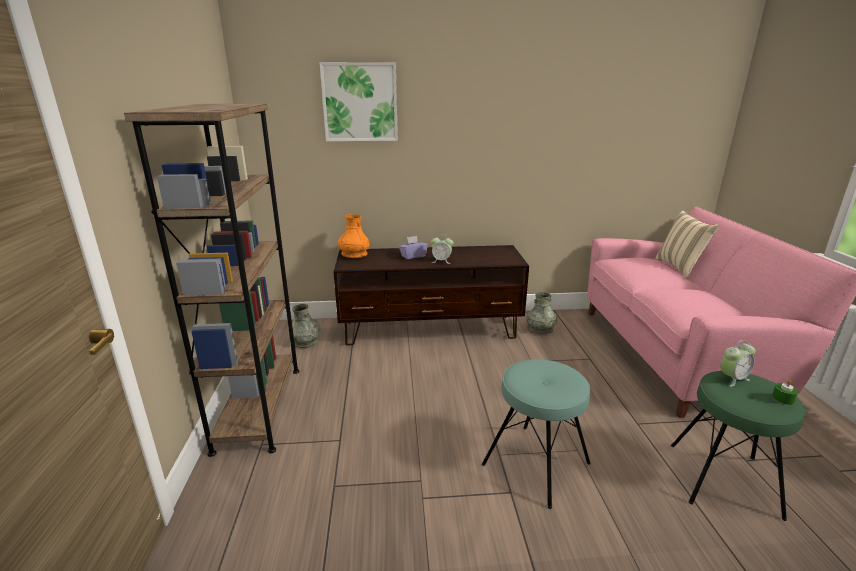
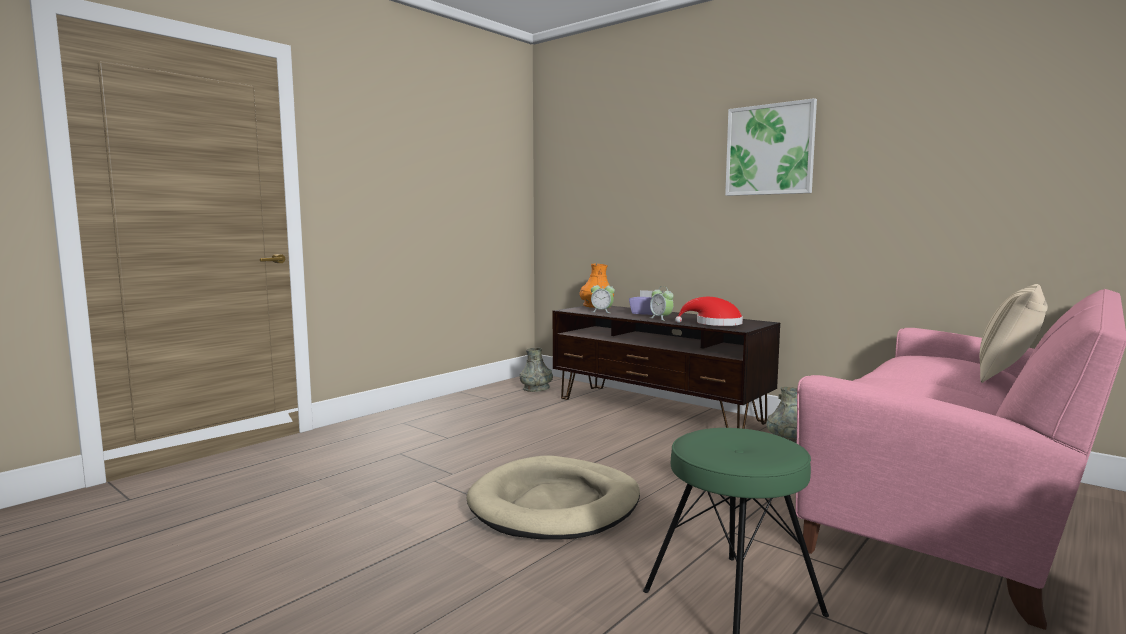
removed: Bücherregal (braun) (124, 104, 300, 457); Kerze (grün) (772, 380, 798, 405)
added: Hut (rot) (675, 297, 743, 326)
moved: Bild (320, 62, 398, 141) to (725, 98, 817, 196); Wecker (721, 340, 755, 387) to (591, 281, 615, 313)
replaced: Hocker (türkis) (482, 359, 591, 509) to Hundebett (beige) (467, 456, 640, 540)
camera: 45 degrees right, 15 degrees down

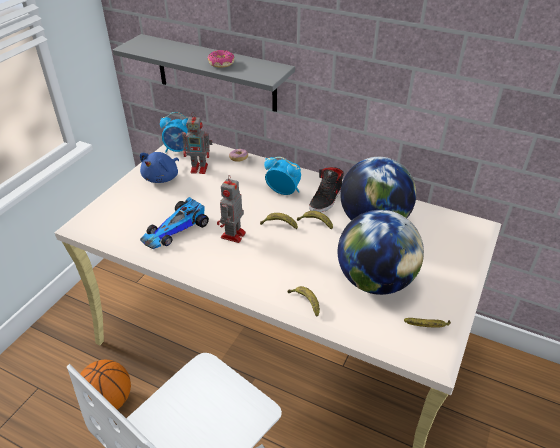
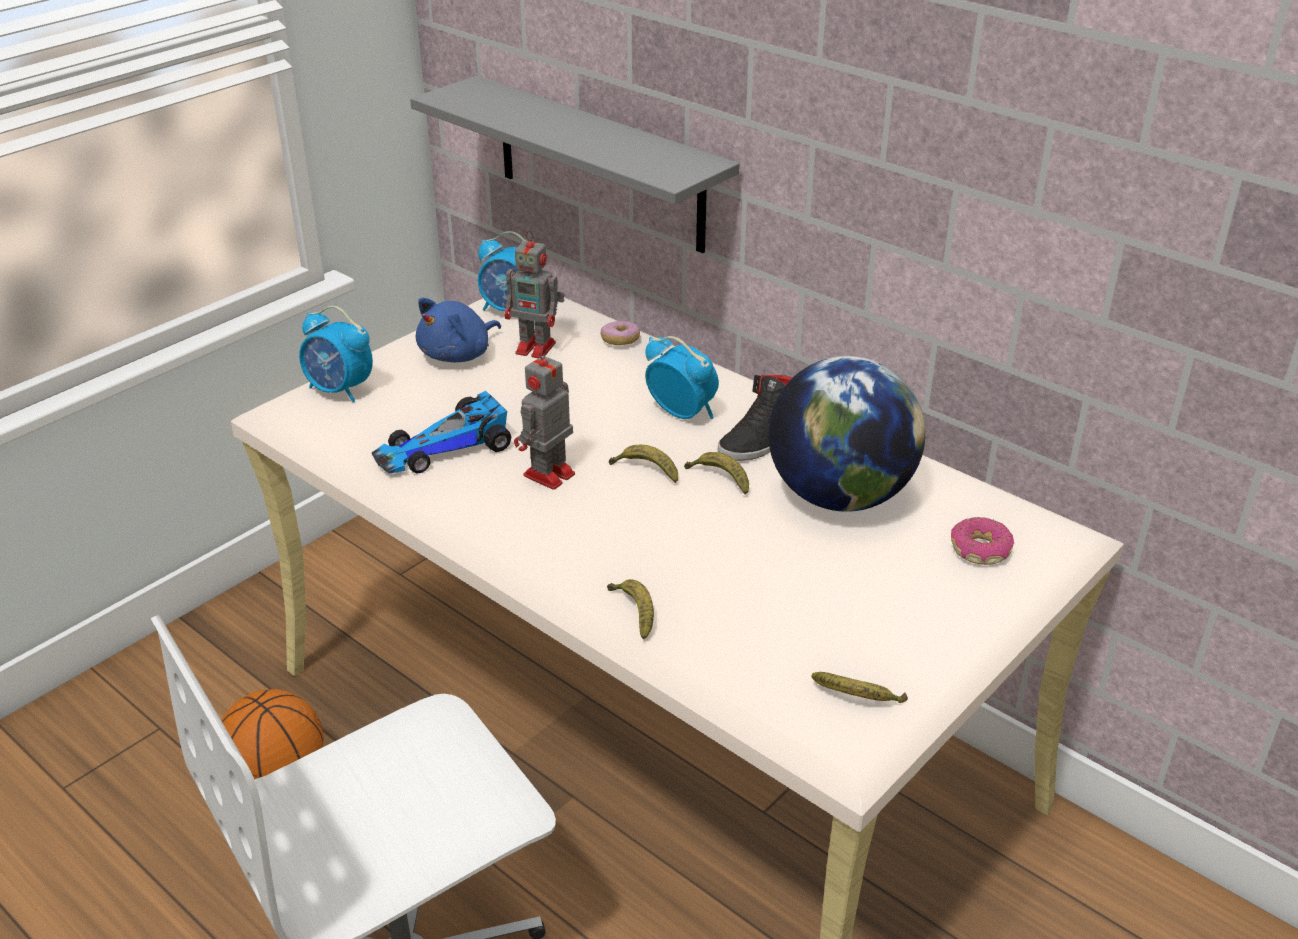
removed: Globus (338, 210, 424, 295)
added: Wecker (299, 306, 373, 402)
moved: Donut (208, 50, 234, 68) to (951, 517, 1014, 565)
camera: 15 degrees right, 5 degrees down

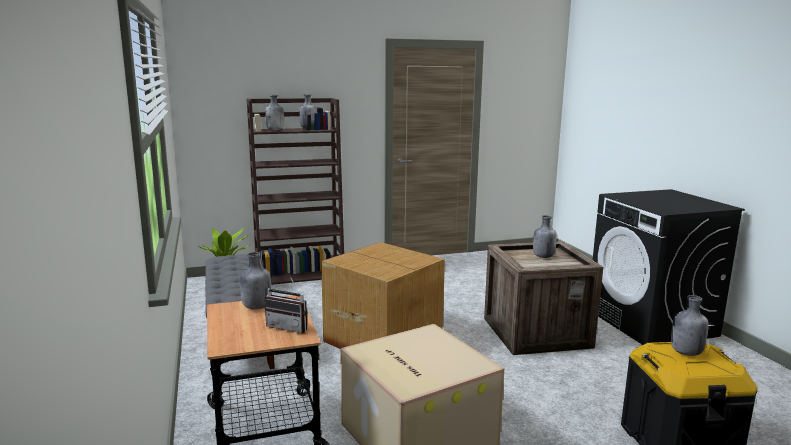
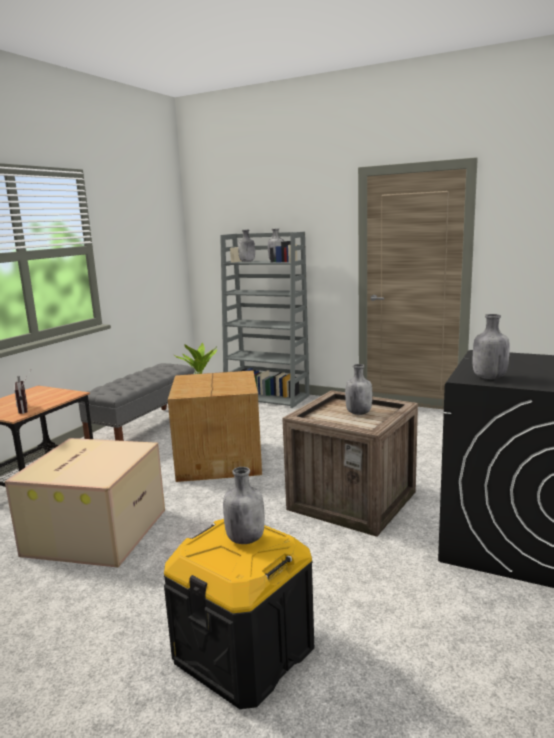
moved: Flasche (grau) (240, 252, 271, 310) to (473, 314, 510, 379)
recoloured: Bücherregal (braun) (247, 98, 344, 285) to Bücherregal (grau) (220, 232, 310, 408)
camera: 45 degrees right, 0 degrees up

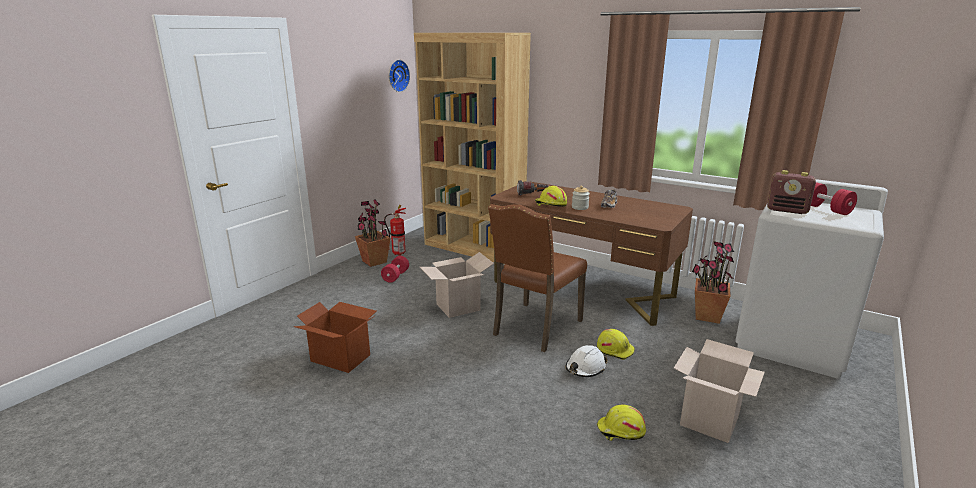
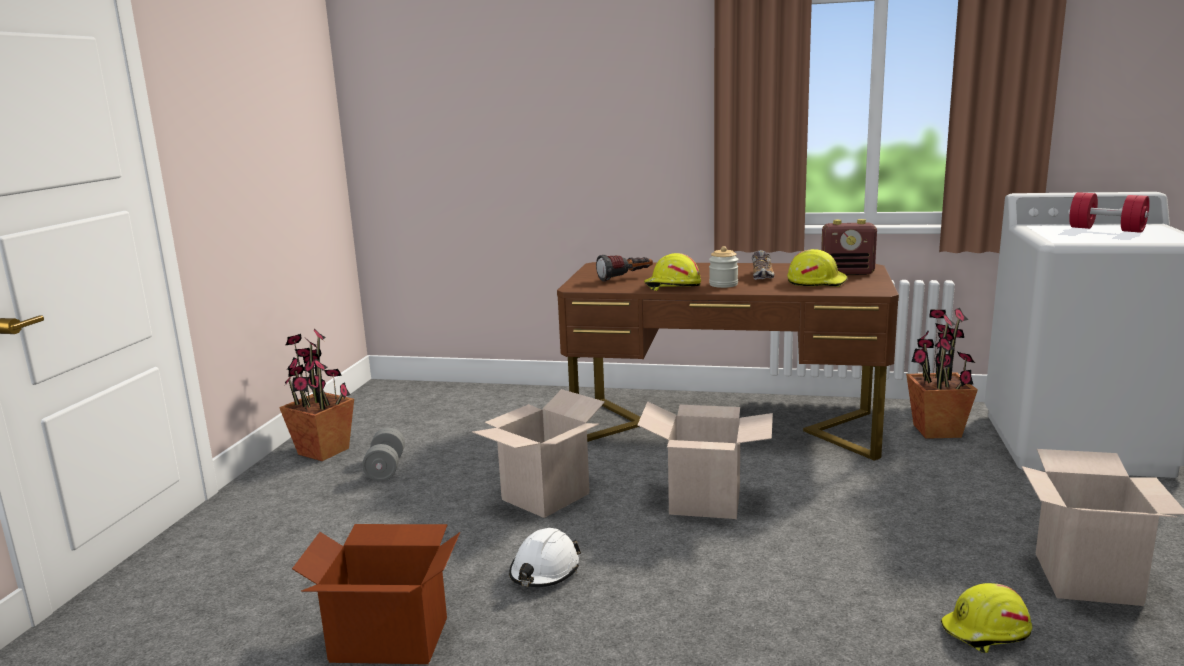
removed: Feuerlöscher (384, 205, 406, 256); Wanduhr (389, 60, 410, 92); Bücherregal (braun) (414, 33, 531, 262)
moved: Schutzhelm (weiß) (566, 345, 607, 377) to (509, 528, 581, 587); Schutzhelm (gelb) (597, 329, 635, 360) to (787, 249, 848, 287); Radio (767, 170, 816, 214) to (821, 219, 877, 275)
replaced: Stuhl (braun) (488, 204, 587, 352) to Karton (637, 401, 773, 519)
recoloured: Hantel (rot) (381, 256, 409, 283) to Hantel (grau) (362, 428, 405, 481)
camera: 20 degrees left, 5 degrees down

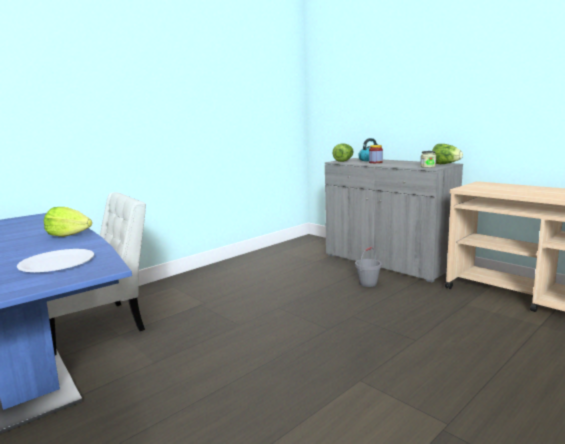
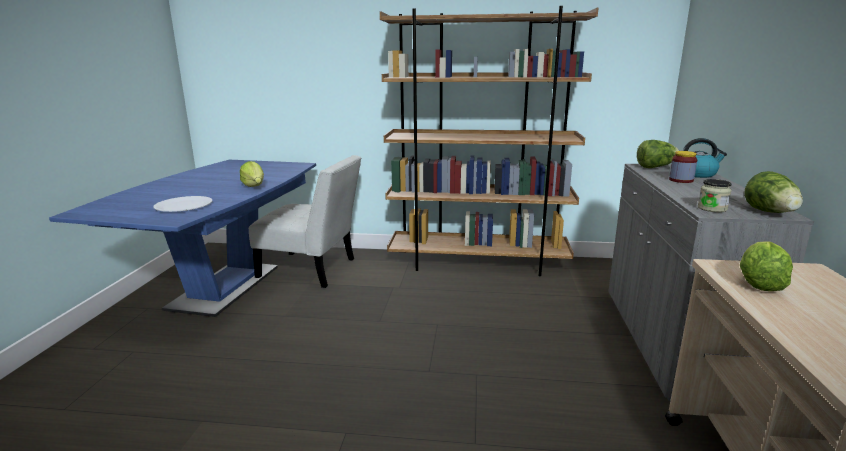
removed: Eimer (grau) (355, 247, 382, 287)
added: Bücherregal (braun) (380, 6, 598, 276); Salatkopf (740, 241, 793, 291)
camera: 50 degrees right, 5 degrees up

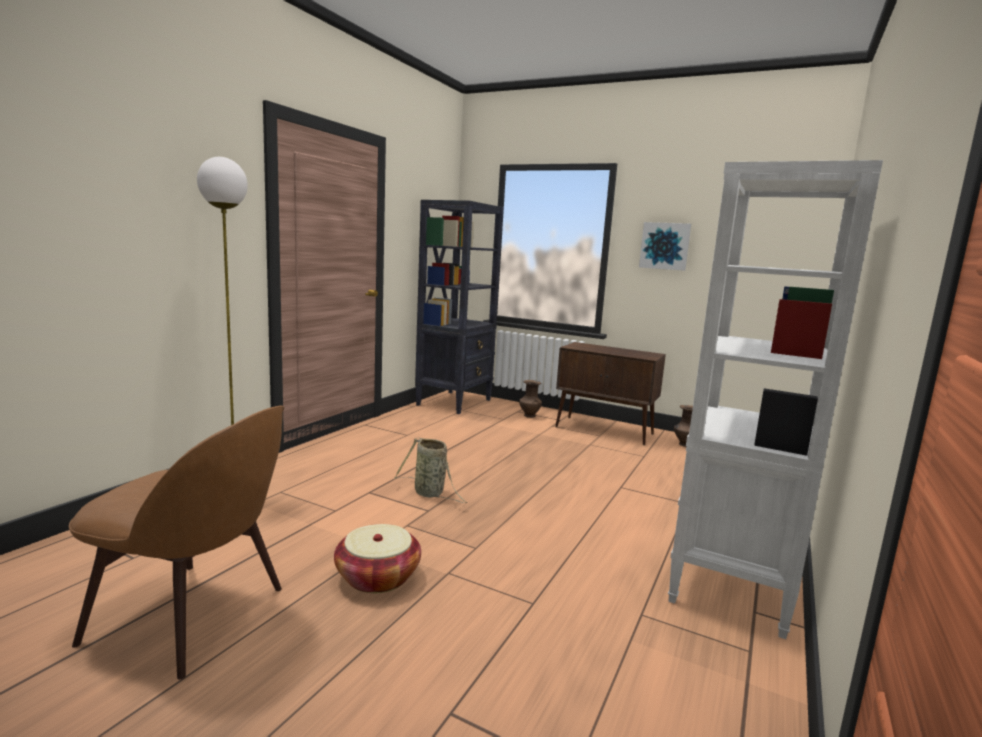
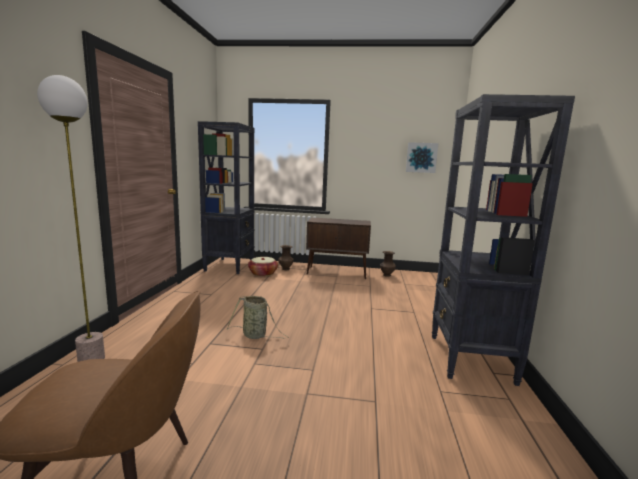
moved: Korb (334, 524, 421, 593) to (248, 257, 278, 276); Bild (639, 222, 691, 271) to (406, 142, 438, 173)
recoloured: Bücherregal (weiß) (668, 160, 883, 639) to Bücherregal (schwarz) (432, 94, 575, 386)
camera: 20 degrees left, 0 degrees up

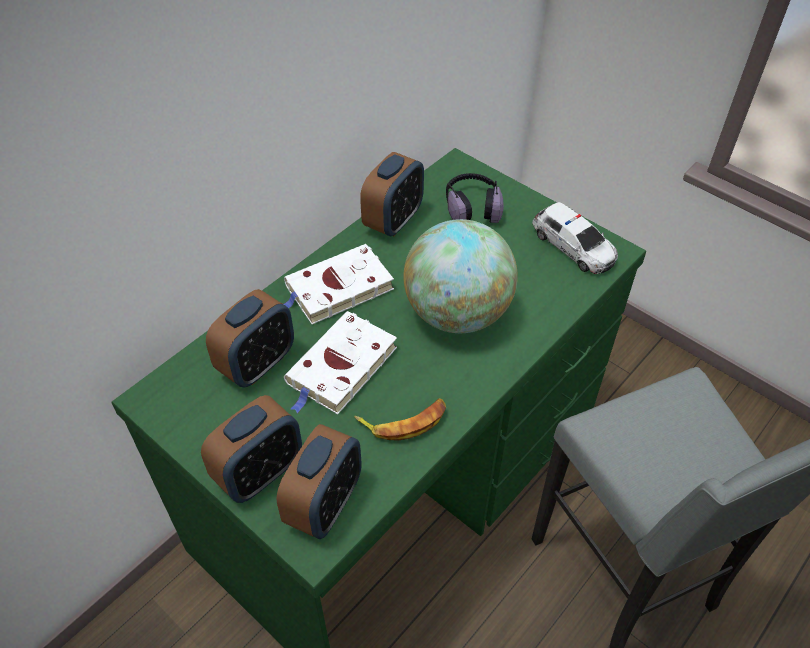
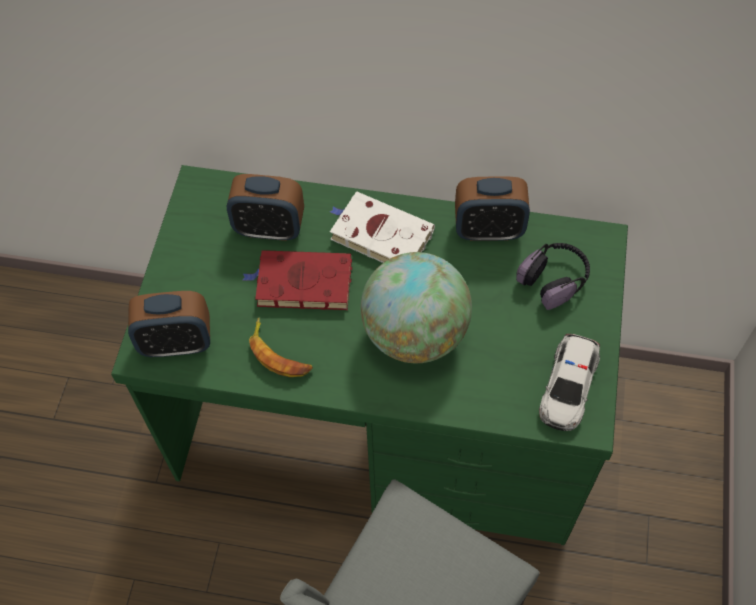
removed: Wecker (201, 395, 302, 503)
recoloured: Buch (weiß) (284, 311, 397, 415) to Buch (rot) (242, 250, 352, 310)
camera: 60 degrees right, 10 degrees up

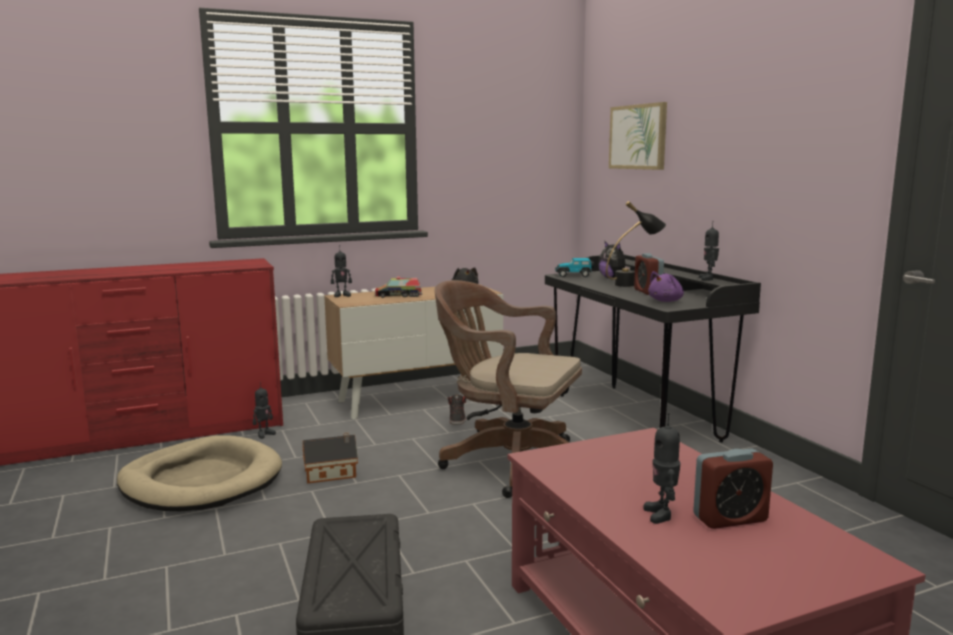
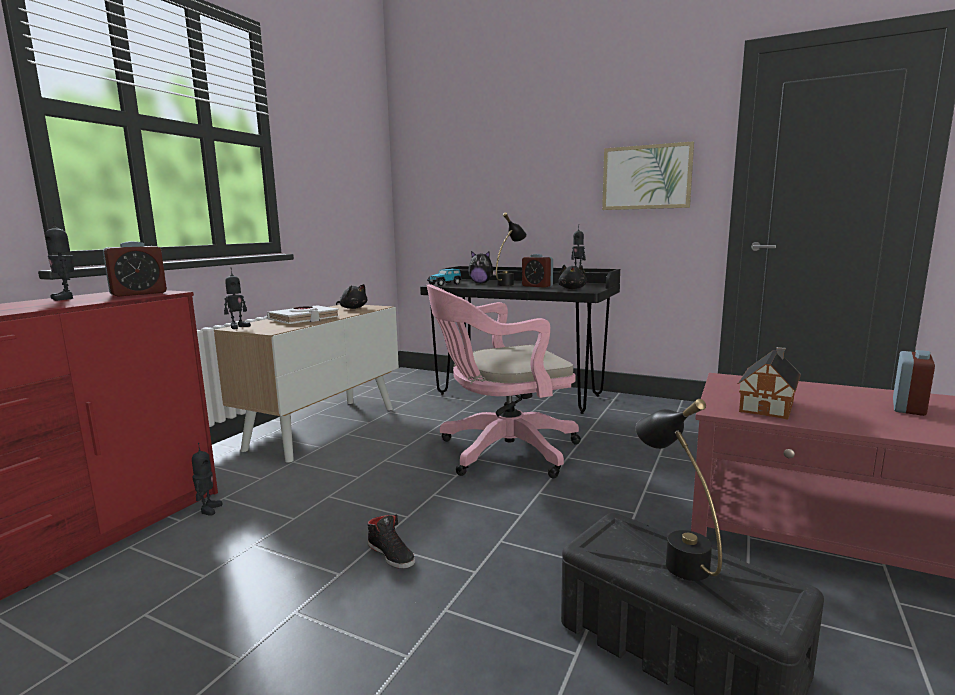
removed: Hundebett (beige) (117, 435, 282, 511)
added: Wecker (103, 241, 167, 297); Tischlampe (schwarz) (636, 399, 722, 581)
moved: Spielzeughaus (303, 433, 358, 484) to (737, 347, 801, 419); Schuh (schwarz) (447, 395, 466, 425) to (367, 514, 415, 569); Bild (609, 102, 667, 170) to (602, 141, 694, 210); Spielzeugroboter (643, 413, 681, 524) to (45, 217, 74, 301)
replaced: Spielzeuglaster (375, 276, 422, 298) to Buch (weiß) (267, 305, 339, 324)
recoloured: Bürostuhl (braun) (434, 280, 582, 498) to Bürostuhl (rosa) (427, 284, 581, 478); Plüschtier (lila) (648, 271, 684, 302) to Plüschtier (schwarz) (558, 265, 587, 289)
camera: 40 degrees left, 0 degrees up

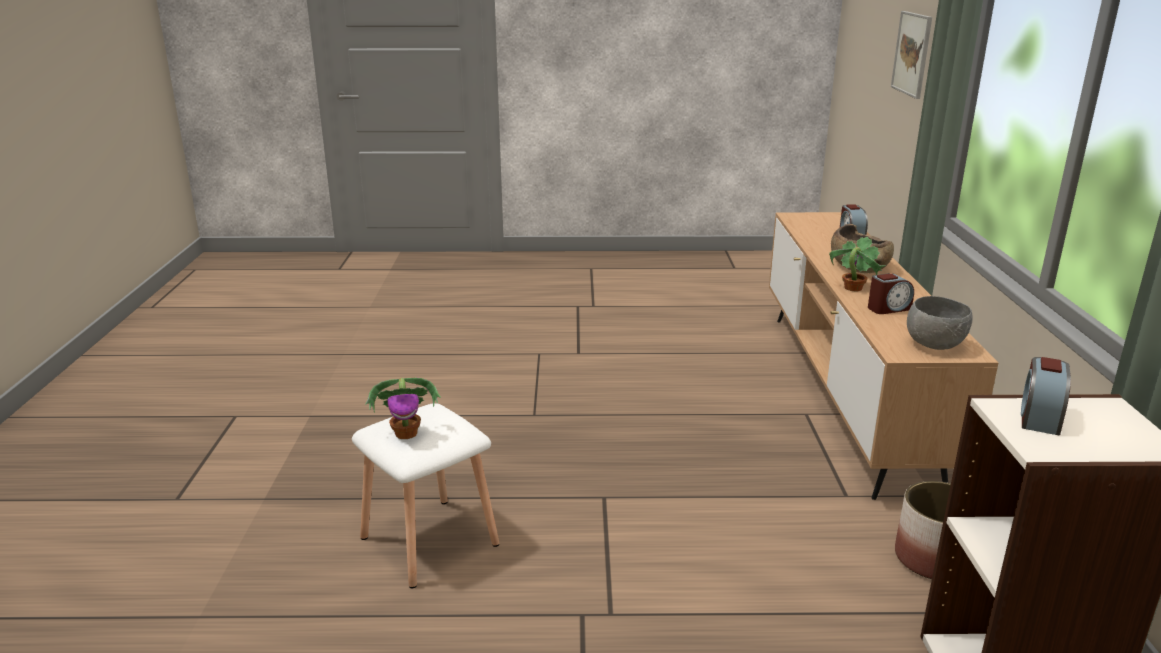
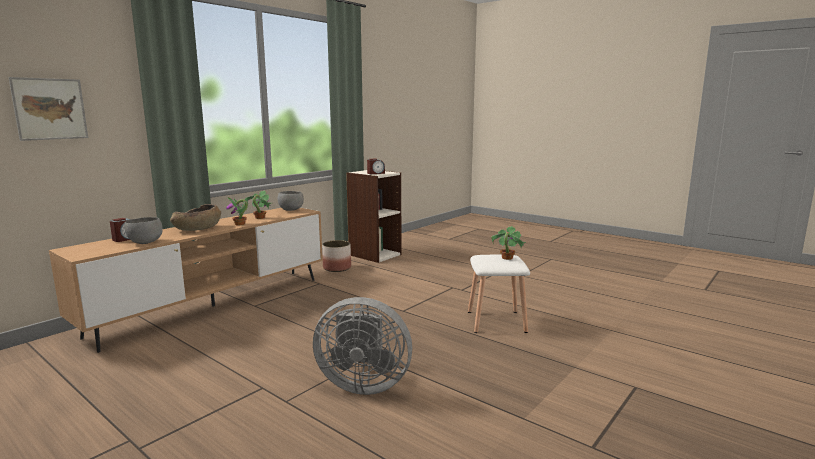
added: Schüssel (grau) (124, 217, 163, 244); Ventilator (grau) (313, 297, 412, 395)
replaced: Wecker (868, 273, 914, 314) to Topfpflanze (245, 190, 271, 219)
camera: 140 degrees left, 10 degrees down

